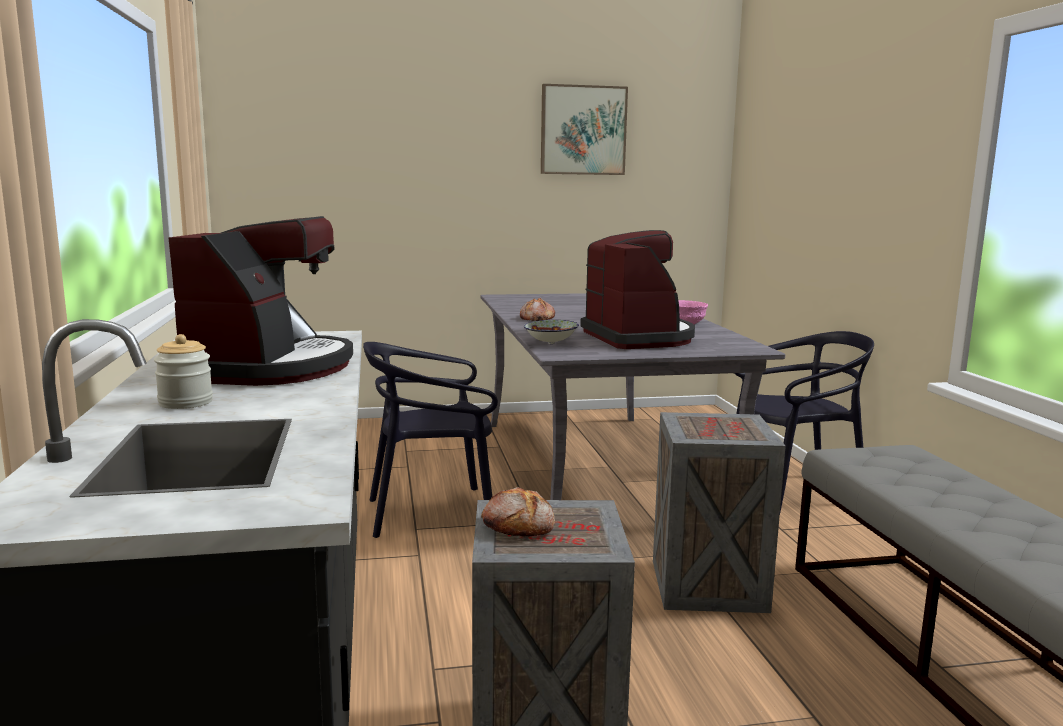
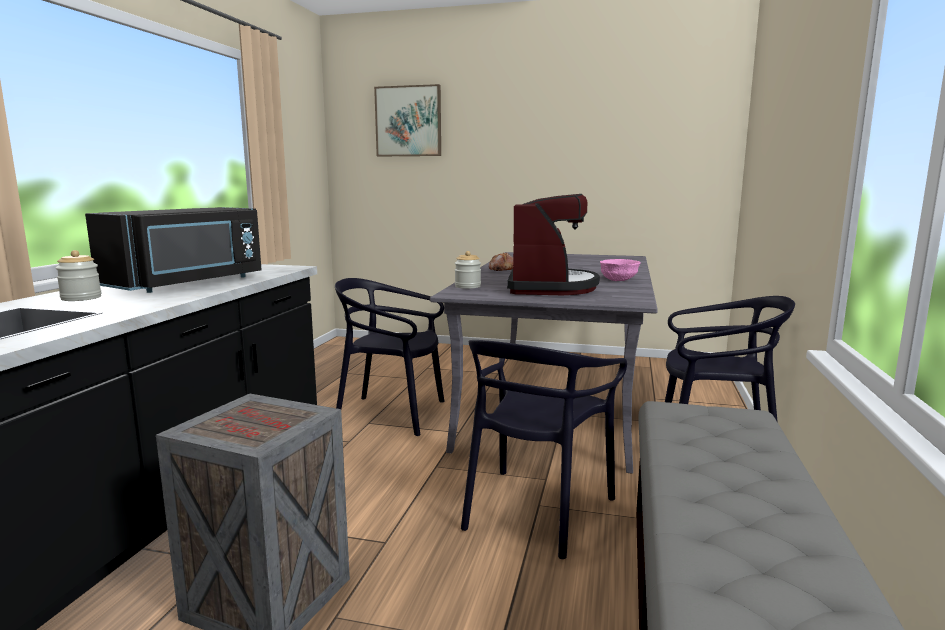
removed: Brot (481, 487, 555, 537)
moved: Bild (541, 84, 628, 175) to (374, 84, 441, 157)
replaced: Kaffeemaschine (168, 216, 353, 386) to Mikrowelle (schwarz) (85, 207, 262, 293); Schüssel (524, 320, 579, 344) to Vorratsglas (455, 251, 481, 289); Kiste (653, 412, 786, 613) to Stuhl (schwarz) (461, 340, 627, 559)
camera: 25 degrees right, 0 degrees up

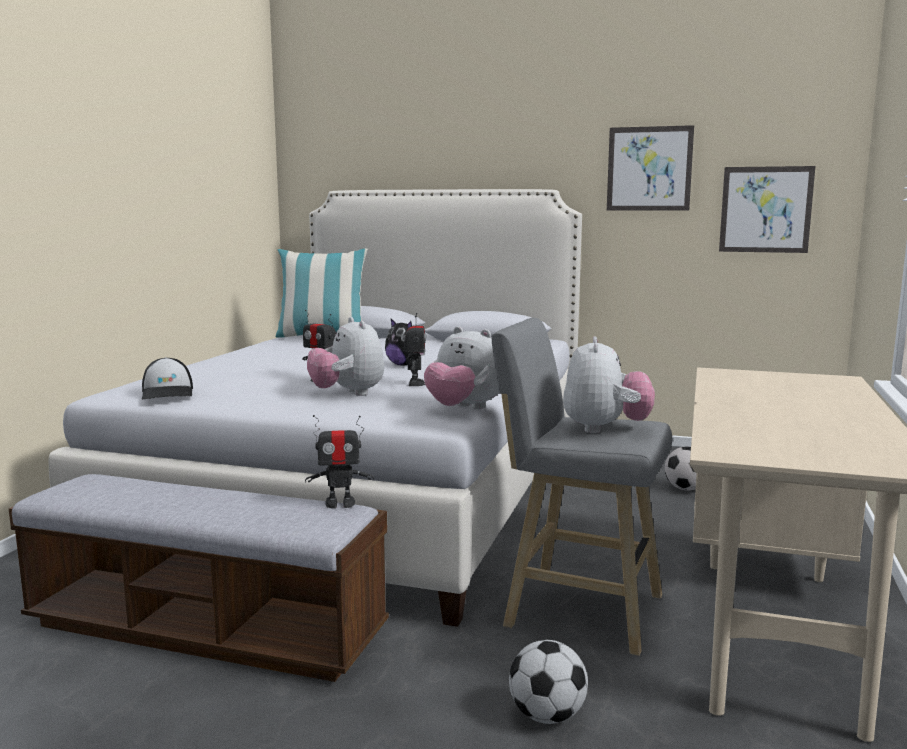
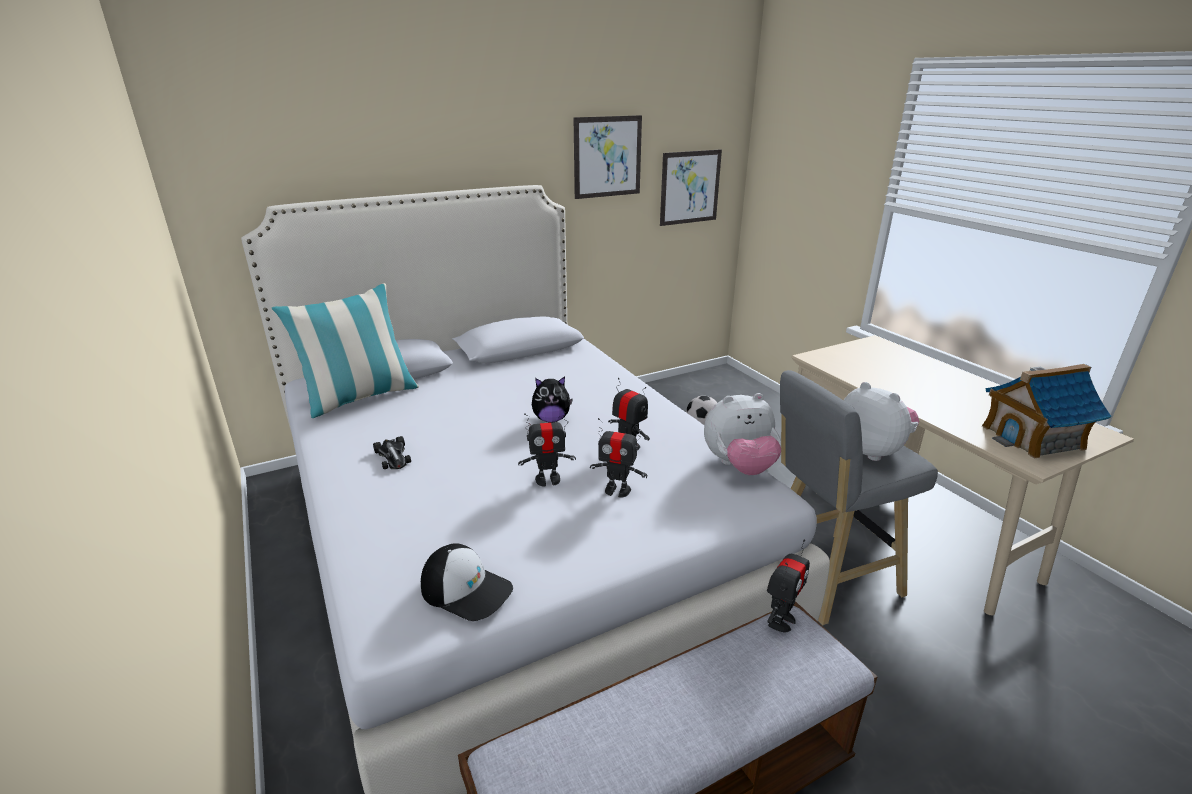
removed: Fußball (509, 640, 588, 724)
added: Spielzeugauto (373, 436, 411, 469); Spielzeughaus (982, 364, 1112, 459)
replaced: Plüschtier (307, 317, 384, 396) to Spielzeugroboter (590, 418, 647, 498)
camera: 45 degrees left, 15 degrees up

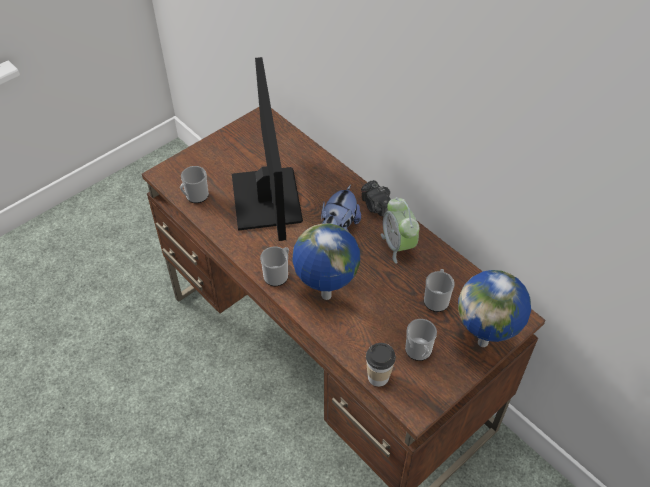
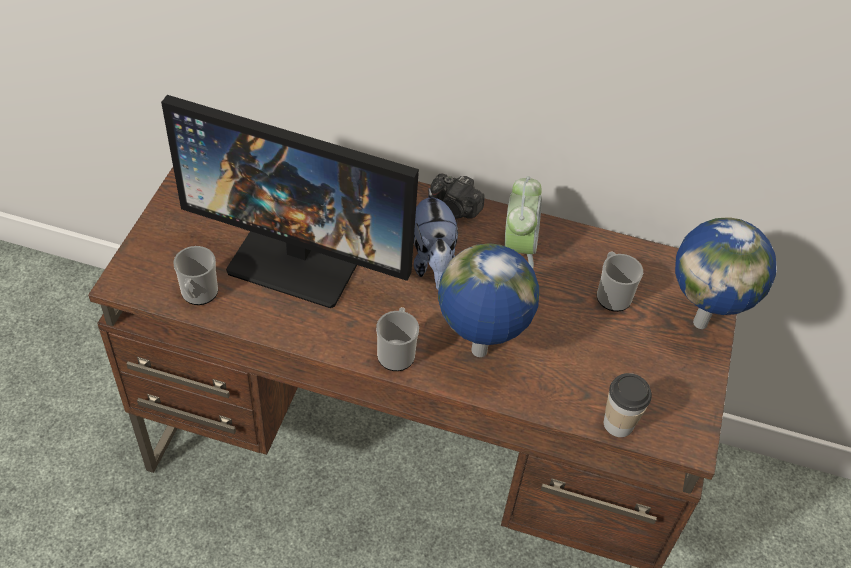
removed: Henkelbecher (405, 319, 437, 361)
turned: Monitor (232, 57, 303, 241) = (161, 95, 419, 308) 150 degrees clockwise; Wecker (381, 197, 420, 264) = (505, 176, 542, 268) 120 degrees counterclockwise
camera: 35 degrees left, 0 degrees up

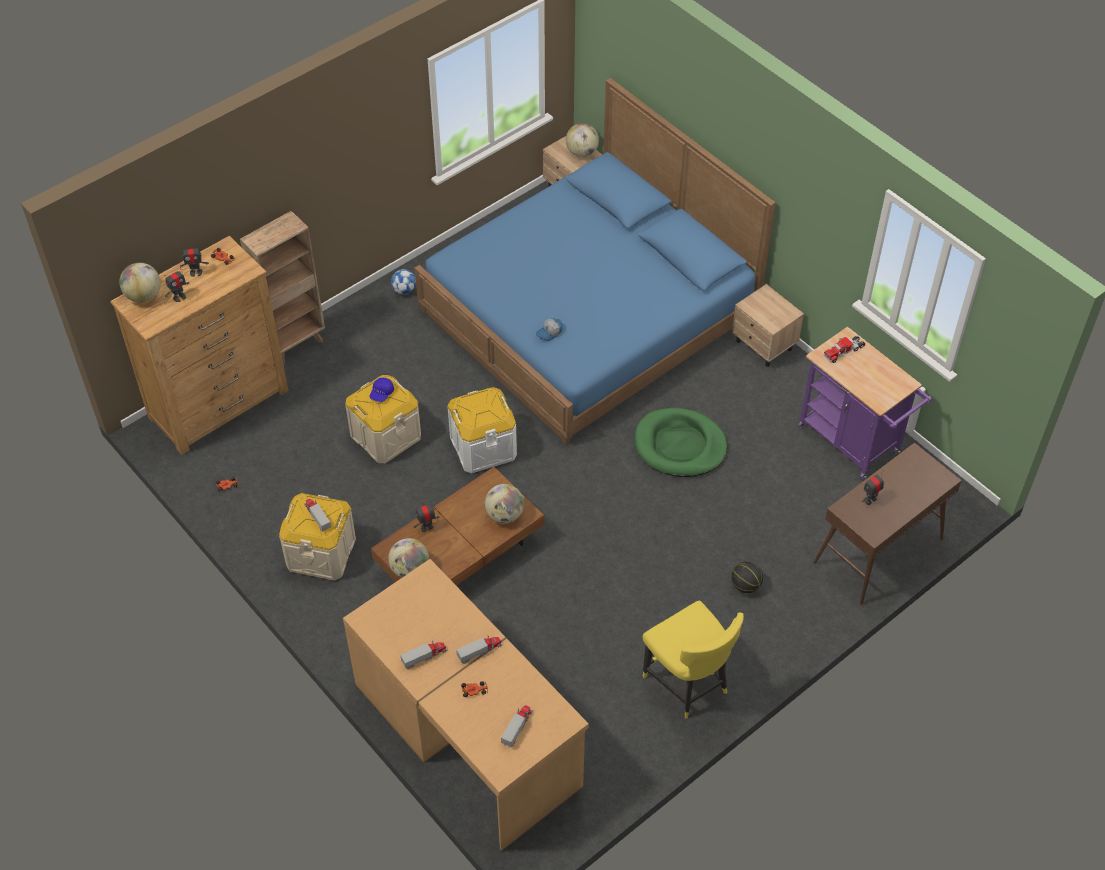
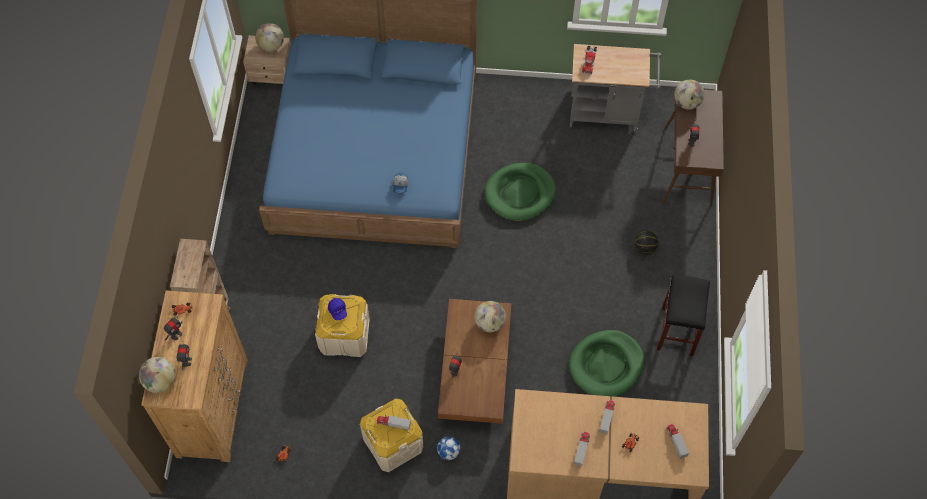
removed: Aufbewahrungsbox (weiß) (447, 387, 517, 473); Nachttisch (beige) (732, 284, 804, 367)
added: Hundebett (grün) (569, 330, 645, 397)
moved: Globus (388, 538, 429, 578) to (674, 80, 704, 109); Fußball (391, 269, 416, 294) to (437, 436, 461, 460)
replaced: Stuhl (gelb) (642, 601, 744, 719) to Hocker (schwarz) (656, 275, 710, 356)
recoloured: Rollwagen (lila) (798, 327, 932, 479) to Rollwagen (grau) (569, 44, 661, 132)
camera: 45 degrees left, 10 degrees up

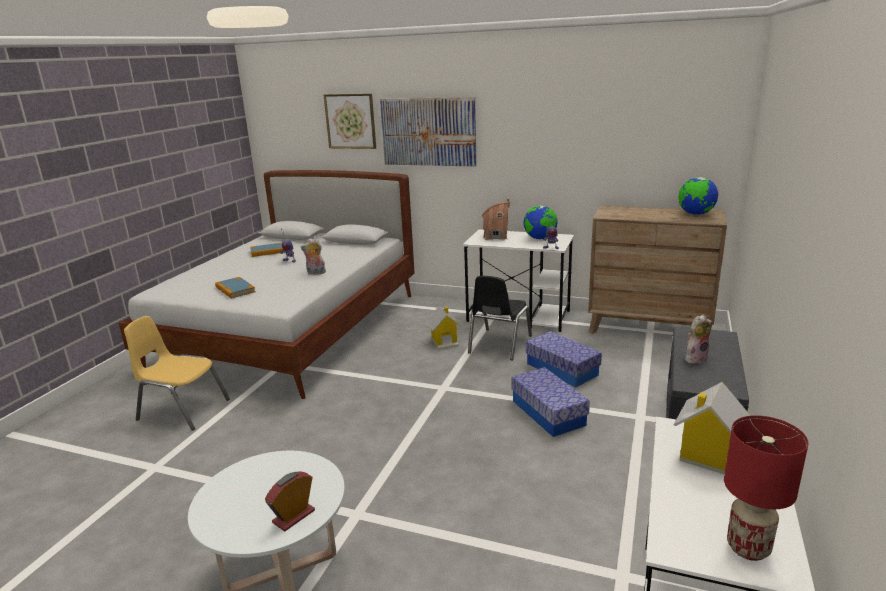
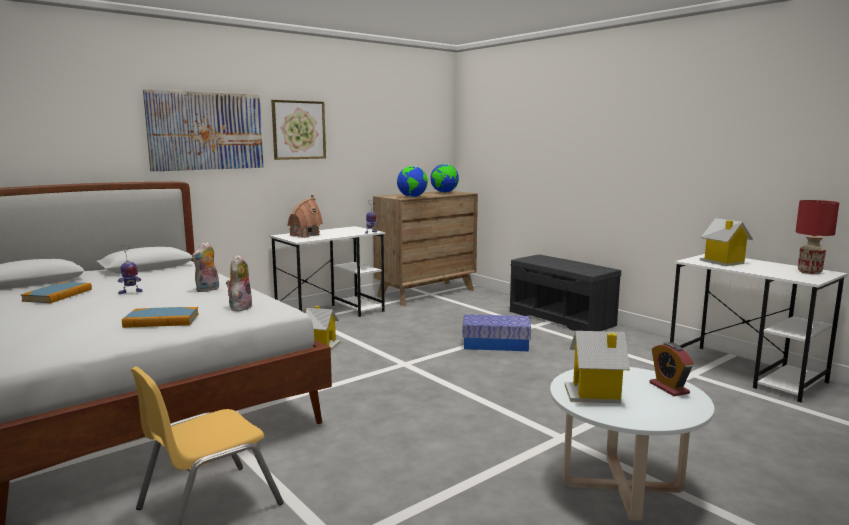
removed: Stuhl (schwarz) (468, 276, 532, 361); Aufbewahrungsbox (526, 331, 602, 388)
added: Spielzeughaus (565, 331, 630, 403)
moved: Bild (323, 94, 376, 149) to (271, 100, 326, 160); Globus (523, 205, 558, 240) to (397, 166, 428, 197); Plüschtier (684, 314, 712, 364) to (226, 254, 253, 311)
camera: 60 degrees left, 10 degrees down

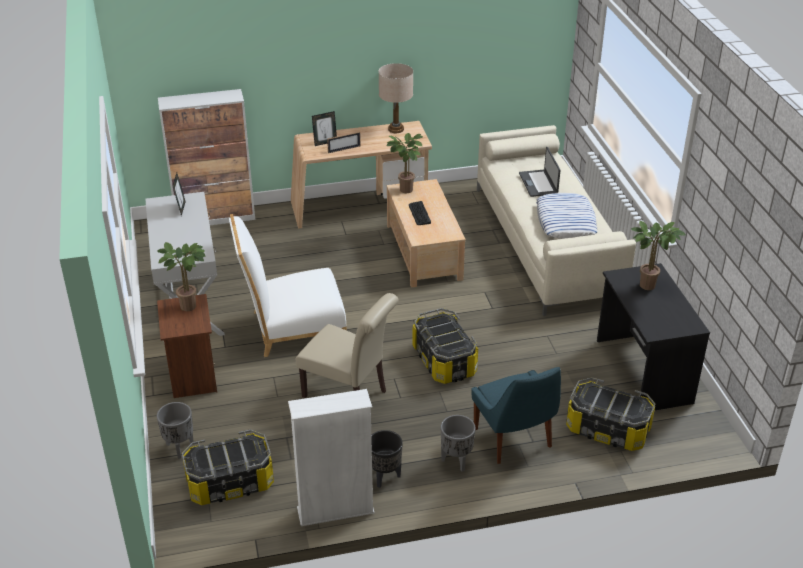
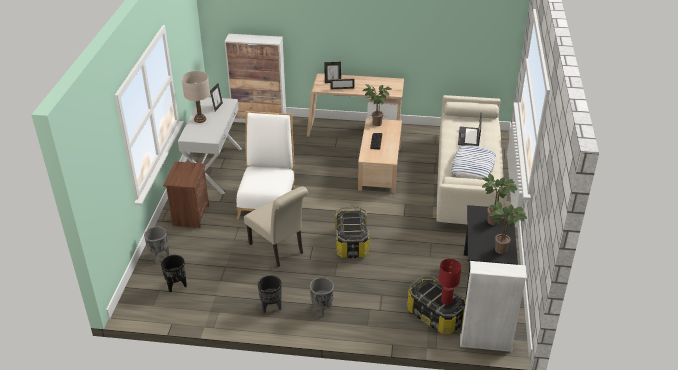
removed: Stuhl (blau) (471, 367, 561, 464)
added: Tischlampe (rot) (439, 259, 462, 305)
moved: Topfpflanze (157, 242, 205, 311) to (490, 201, 527, 254); Bücherregal (weiß) (288, 389, 374, 526) to (460, 261, 527, 352); Tischlampe (beige) (379, 63, 413, 133) to (181, 71, 210, 123)
replaced: Aufbewahrungsbox (182, 429, 274, 505) to Pflanzkübel (schwarz) (161, 255, 187, 292)
turned: Stuhl (weiß) (229, 214, 347, 357) = (237, 111, 295, 219) 90 degrees clockwise
camera: 20 degrees right, 0 degrees up

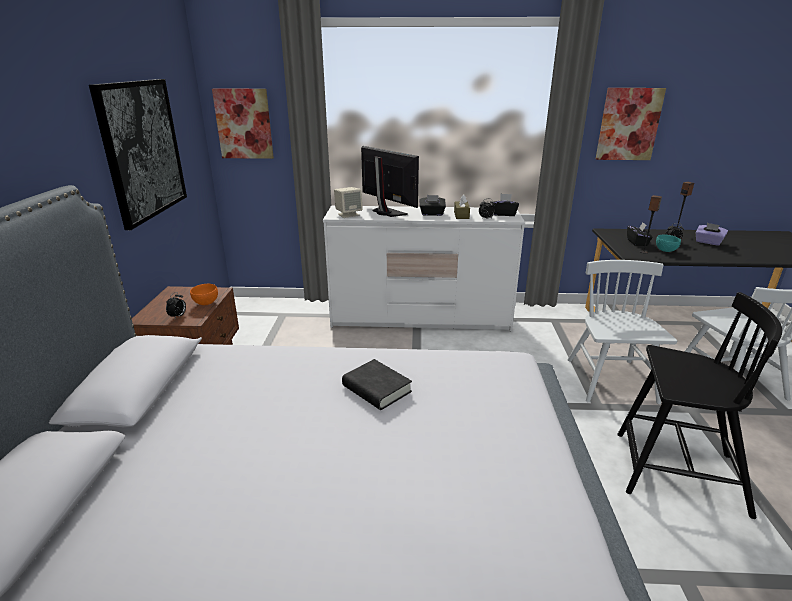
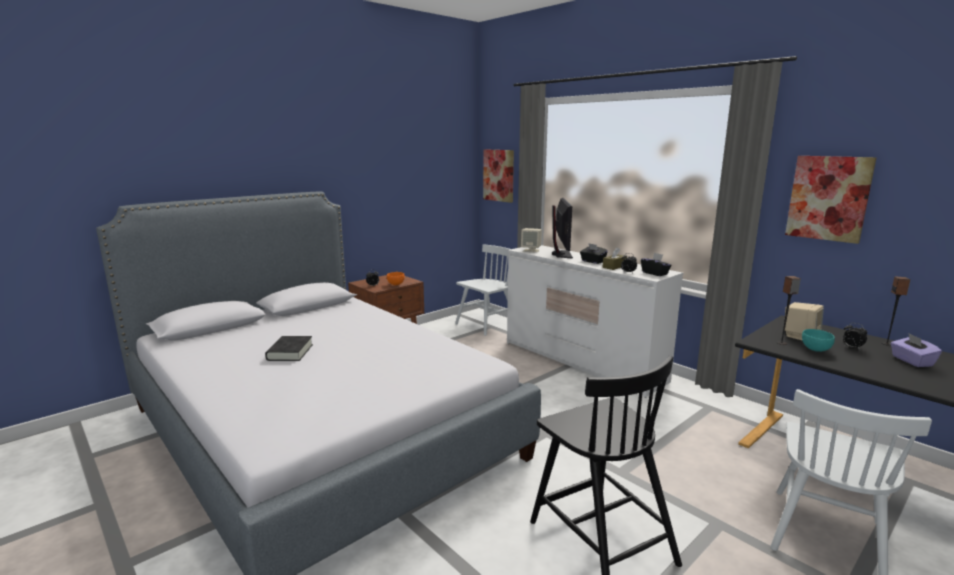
removed: Bild (89, 79, 187, 230)
moved: Buch (schwarz) (342, 359, 412, 410) to (265, 336, 313, 361); Stuhl (weiß) (567, 260, 677, 404) to (455, 244, 510, 336)
replaced: Taschentuchbox (schwarz) (627, 223, 653, 246) to Lautsprecher (beige) (784, 302, 824, 340)
camera: 45 degrees right, 10 degrees down

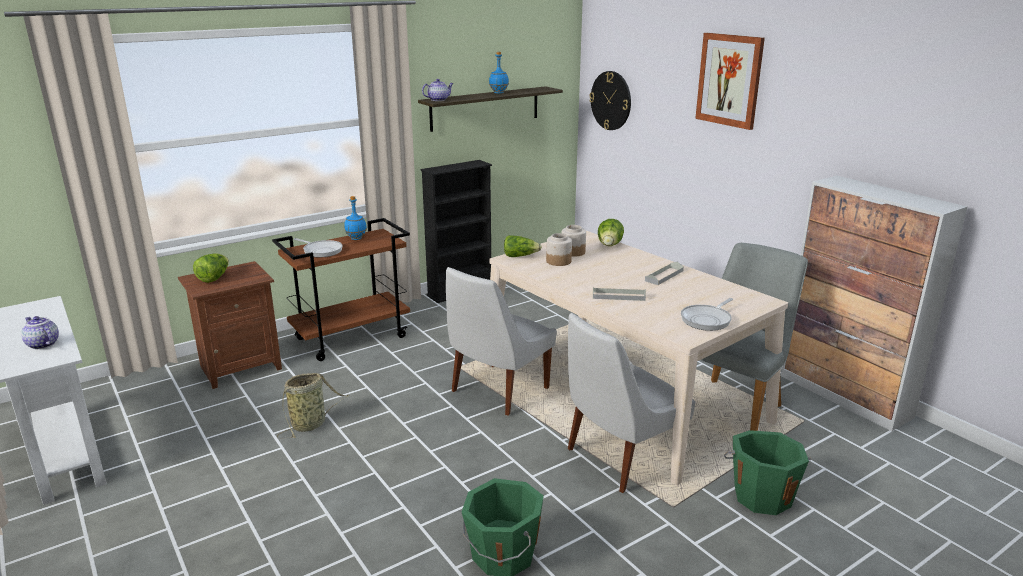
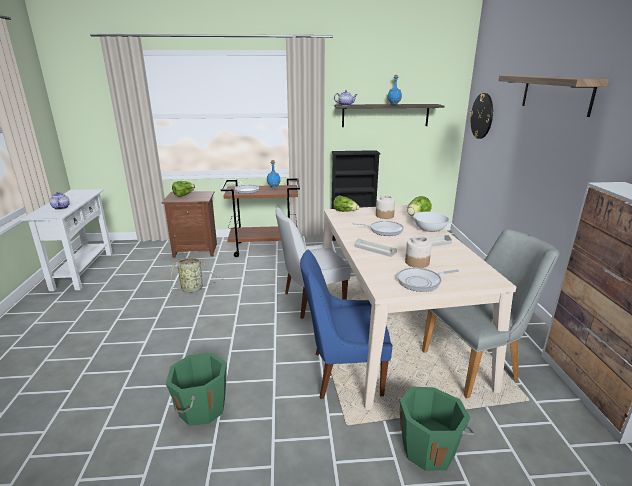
added: Pfanne (353, 221, 404, 236); Schüssel (weiß) (413, 212, 450, 232)
moved: Vorratsglas (546, 233, 572, 266) to (405, 236, 432, 268)
replaced: Bild (695, 33, 765, 130) to Wandregal (498, 75, 609, 117)
recoloured: Stuhl (weiß) (568, 313, 695, 493) to Stuhl (blau) (300, 250, 392, 399)
camera: 30 degrees right, 0 degrees up

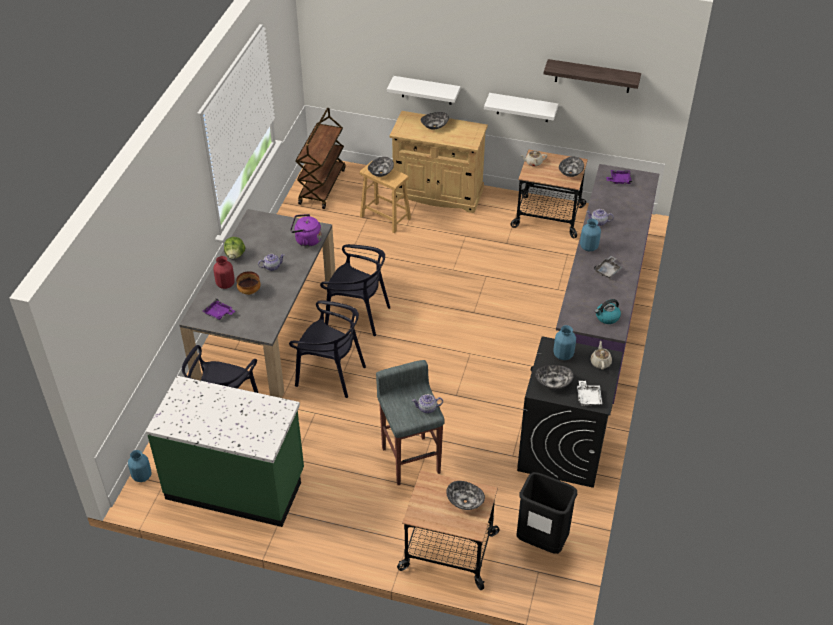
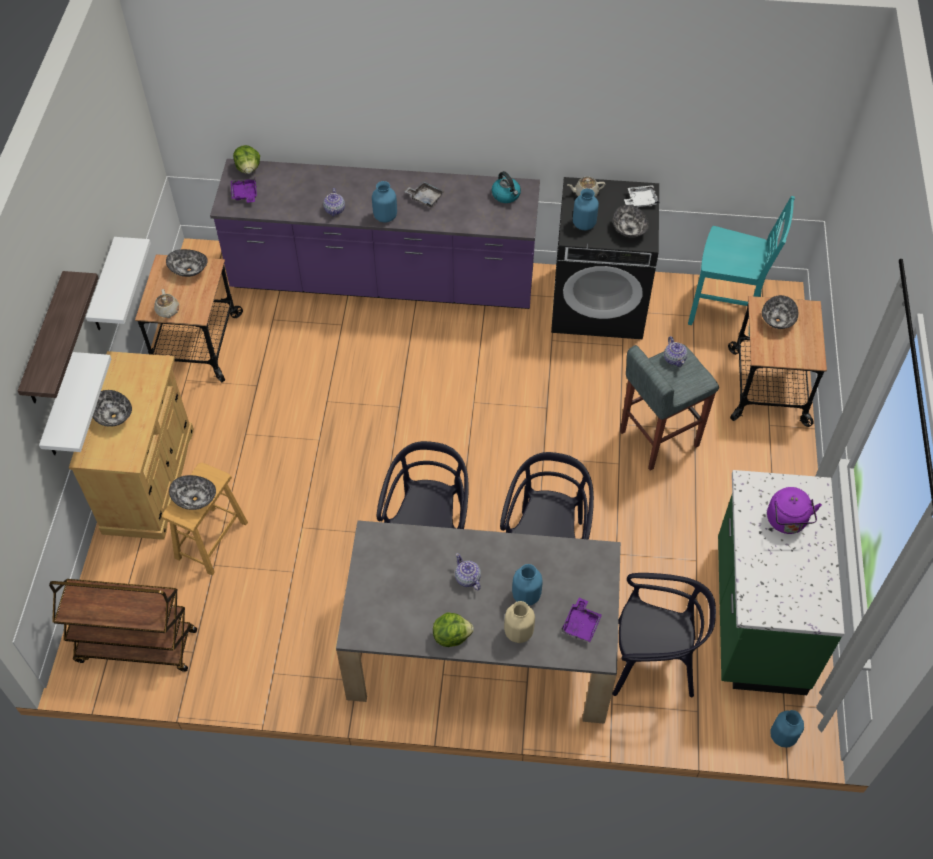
added: Salatkopf (233, 145, 260, 174)
moved: Wasserkessel (lila) (290, 214, 322, 247) to (767, 487, 822, 534); Wandregal (544, 59, 641, 93) to (18, 271, 98, 403)
replaced: Schüssel (236, 271, 261, 295) to Vase (blau) (512, 564, 543, 606); Mülleimer (schwarz) (517, 472, 577, 554) to Stuhl (türkis) (688, 196, 795, 336)
recoloured: Vase (rot) (213, 256, 235, 289) to Vase (beige) (504, 601, 535, 643)
camera: 100 degrees left, 10 degrees up

